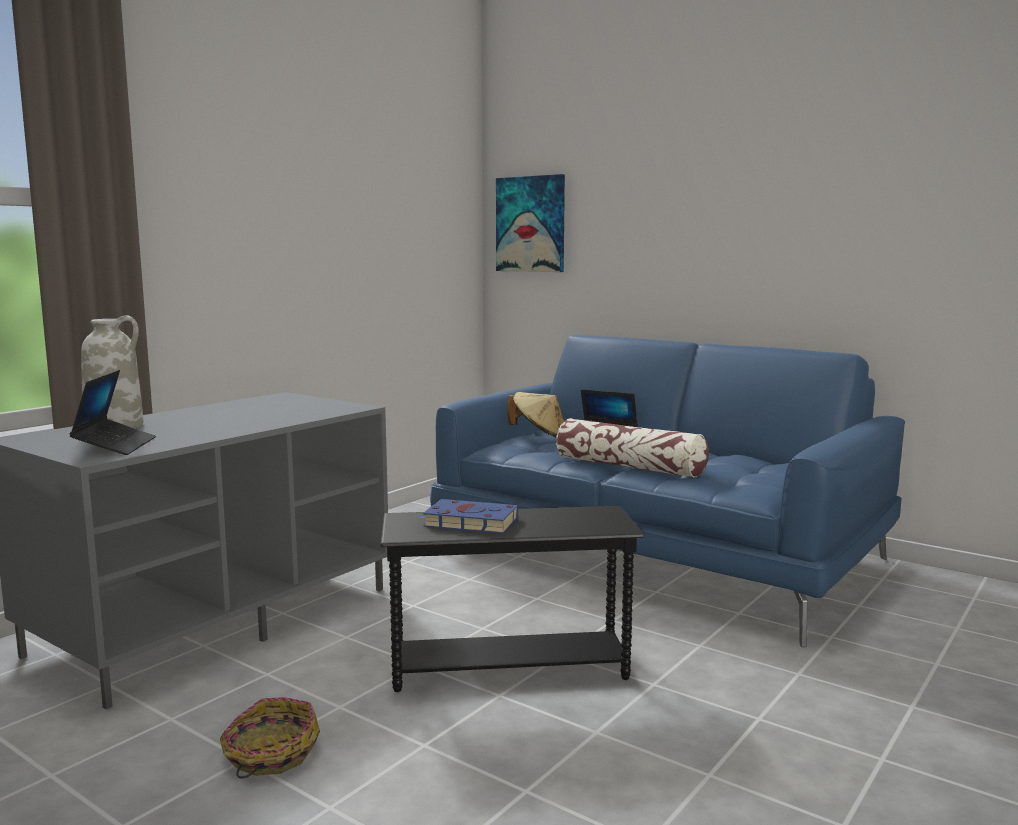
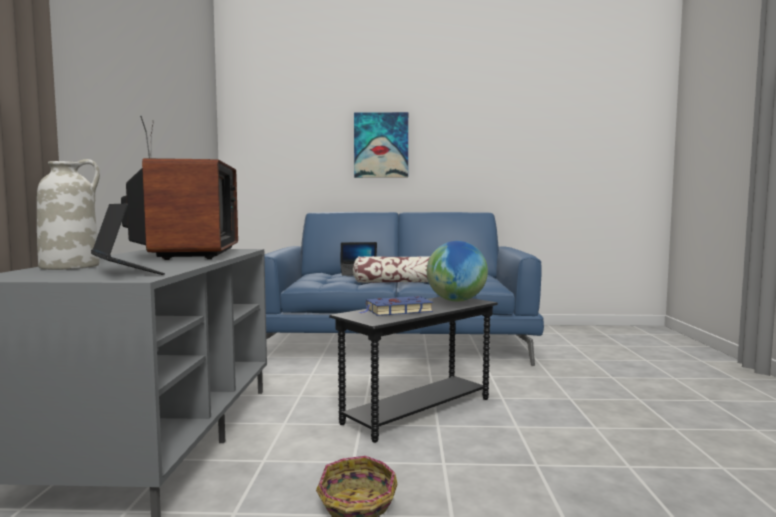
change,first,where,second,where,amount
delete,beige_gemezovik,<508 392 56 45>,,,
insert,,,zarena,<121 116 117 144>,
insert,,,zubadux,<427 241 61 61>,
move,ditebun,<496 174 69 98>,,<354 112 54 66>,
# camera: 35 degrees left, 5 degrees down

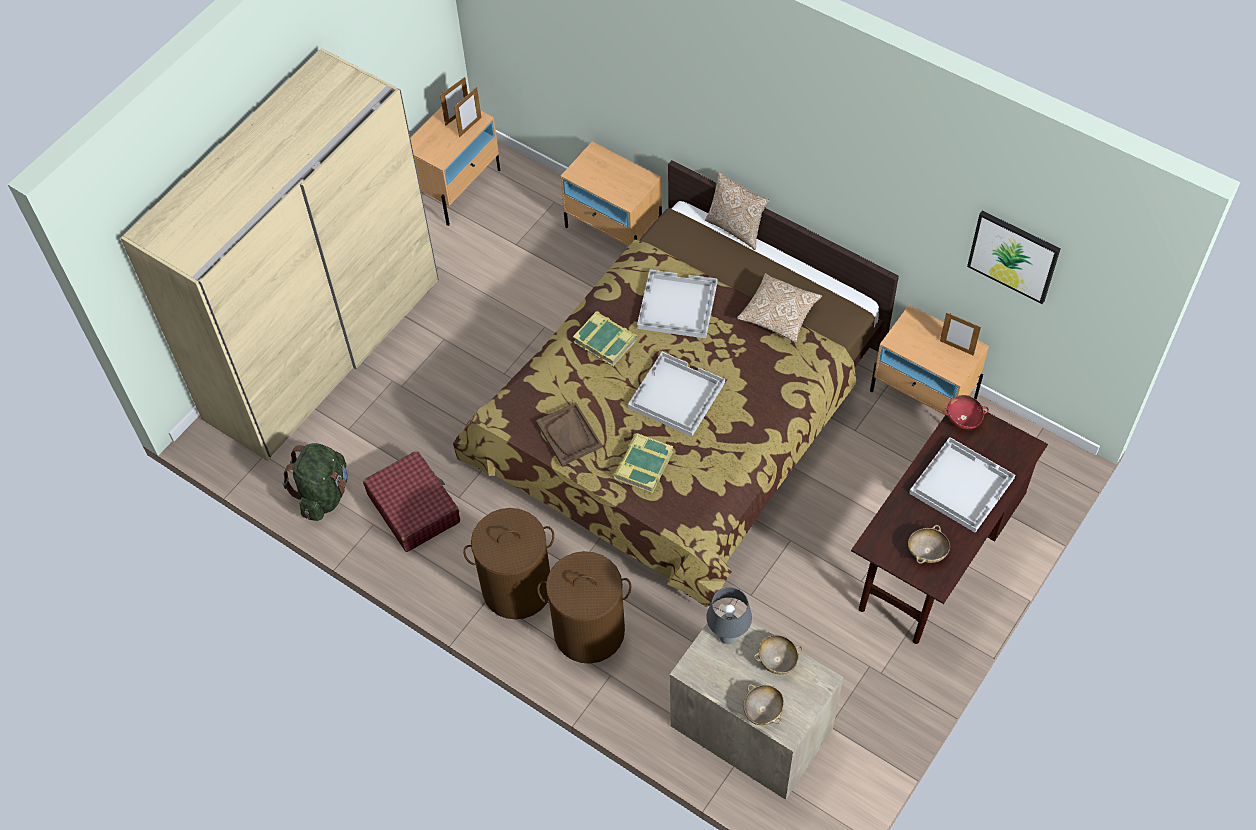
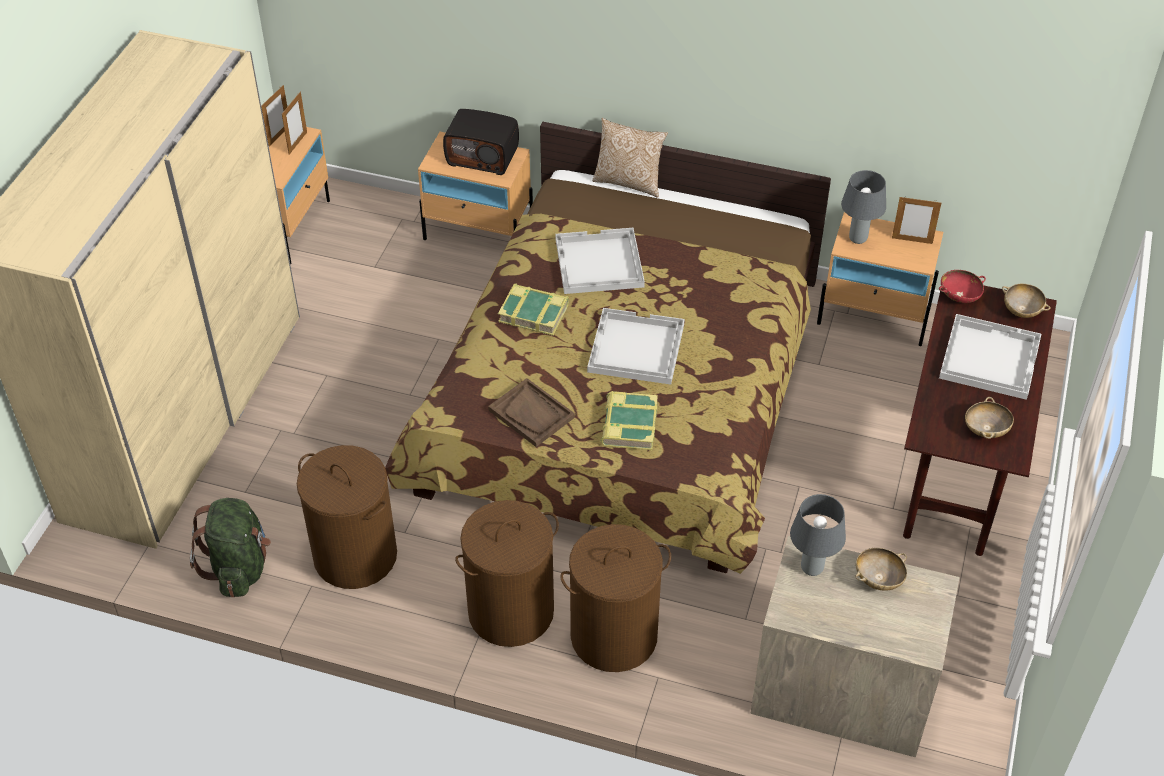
change,first,where,second,where,amount
delete,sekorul,<737 273 85 70>,,,
delete,ditebun,<967 211 93 93>,,,
insert,,,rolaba,<443 109 76 66>,
insert,,,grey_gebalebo,<841 170 45 74>,
move,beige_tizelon,<743 684 41 41>,,<1002 284 48 34>,
replace,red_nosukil,<363 451 97 101>,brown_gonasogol,<297 445 100 144>,
# camera: 20 degrees left, 10 degrees down

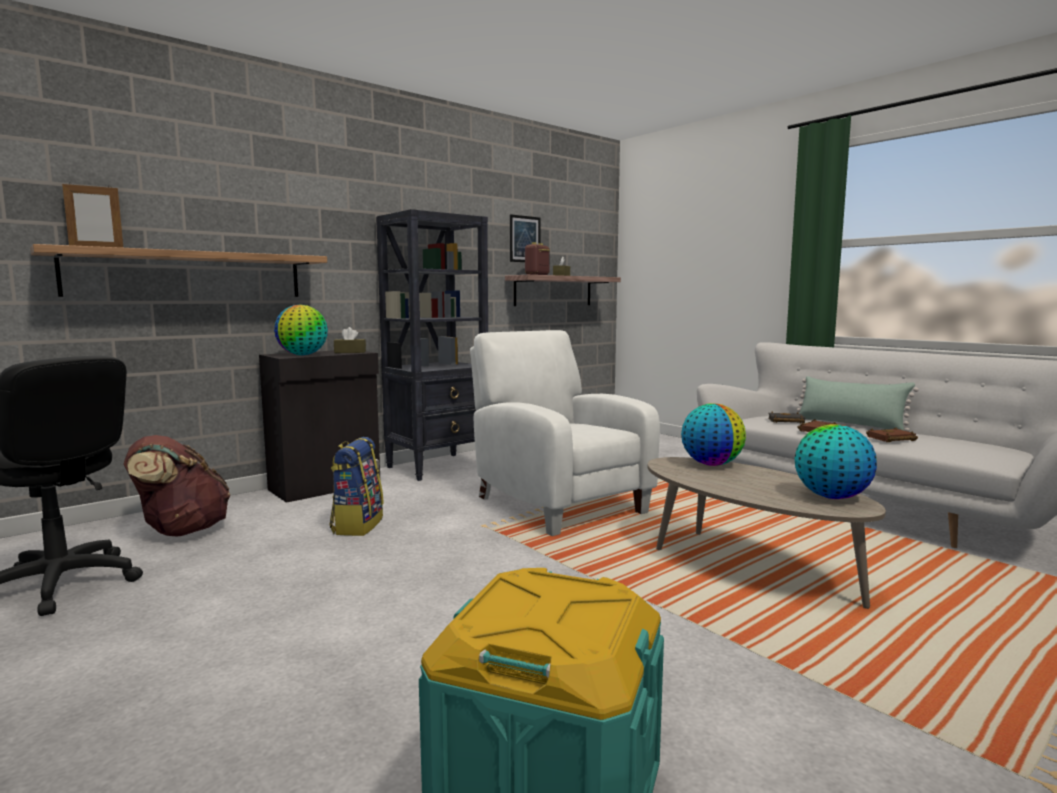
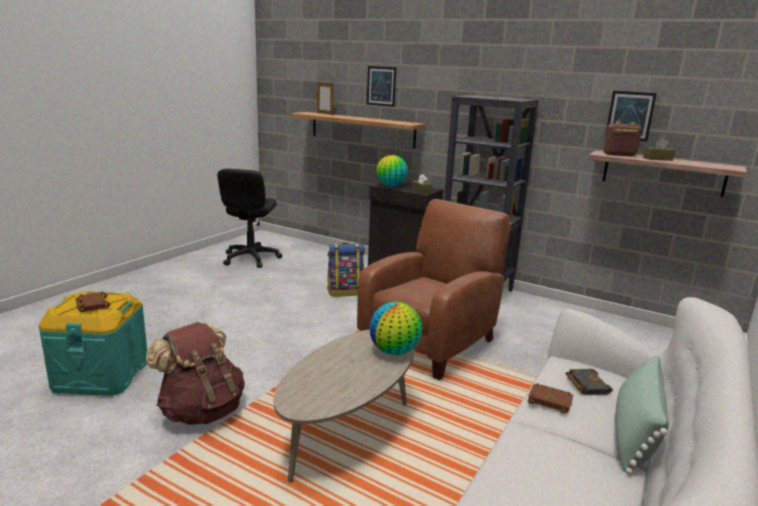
change,first,where,second,where,amount
delete,zubadux,<795 424 82 75>,,,
insert,,,ditebun,<367 66 30 41>,
move,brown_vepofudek,<123 435 107 101>,,<146 322 99 103>,
move,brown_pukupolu,<866 427 52 15>,,<76 292 35 20>,
recolor,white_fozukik,<470 330 190 206>,brown_fozukik,<357 199 154 181>,
# camera: 70 degrees right, 10 degrees up

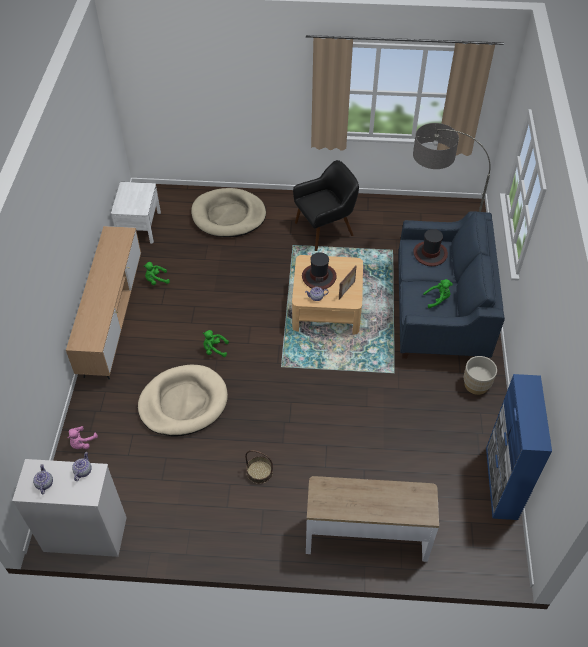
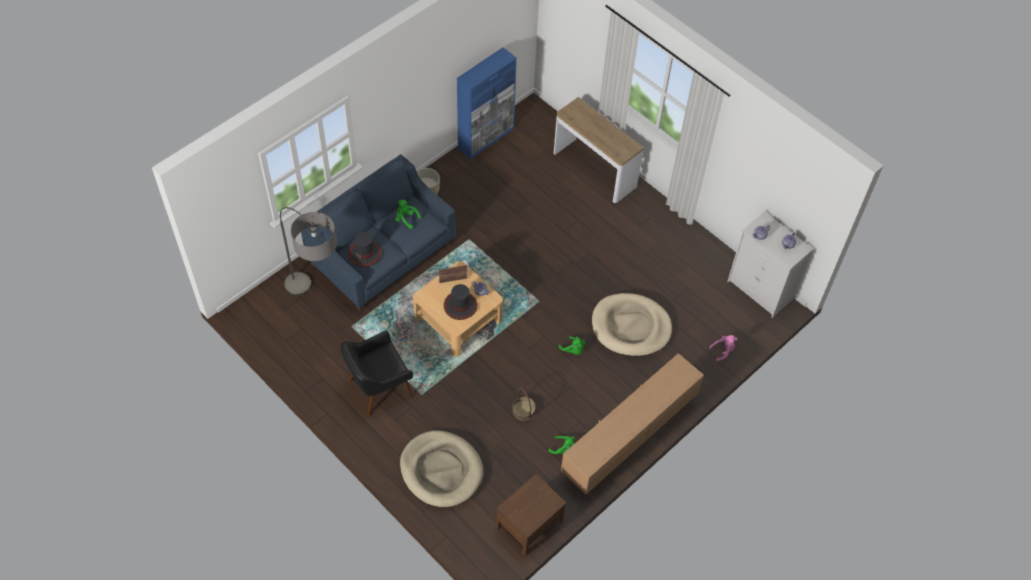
change,first,where,second,where,amount
move,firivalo,<245 450 28 34>,,<512 387 24 34>,
recolor,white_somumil,<111 182 50 62>,brown_somumil,<496 475 70 81>,
rotate,black_fozukik,<293 160 66 91>,,<340 331 73 85>,45 degrees counterclockwise
# camera: 140 degrees left, 5 degrees up

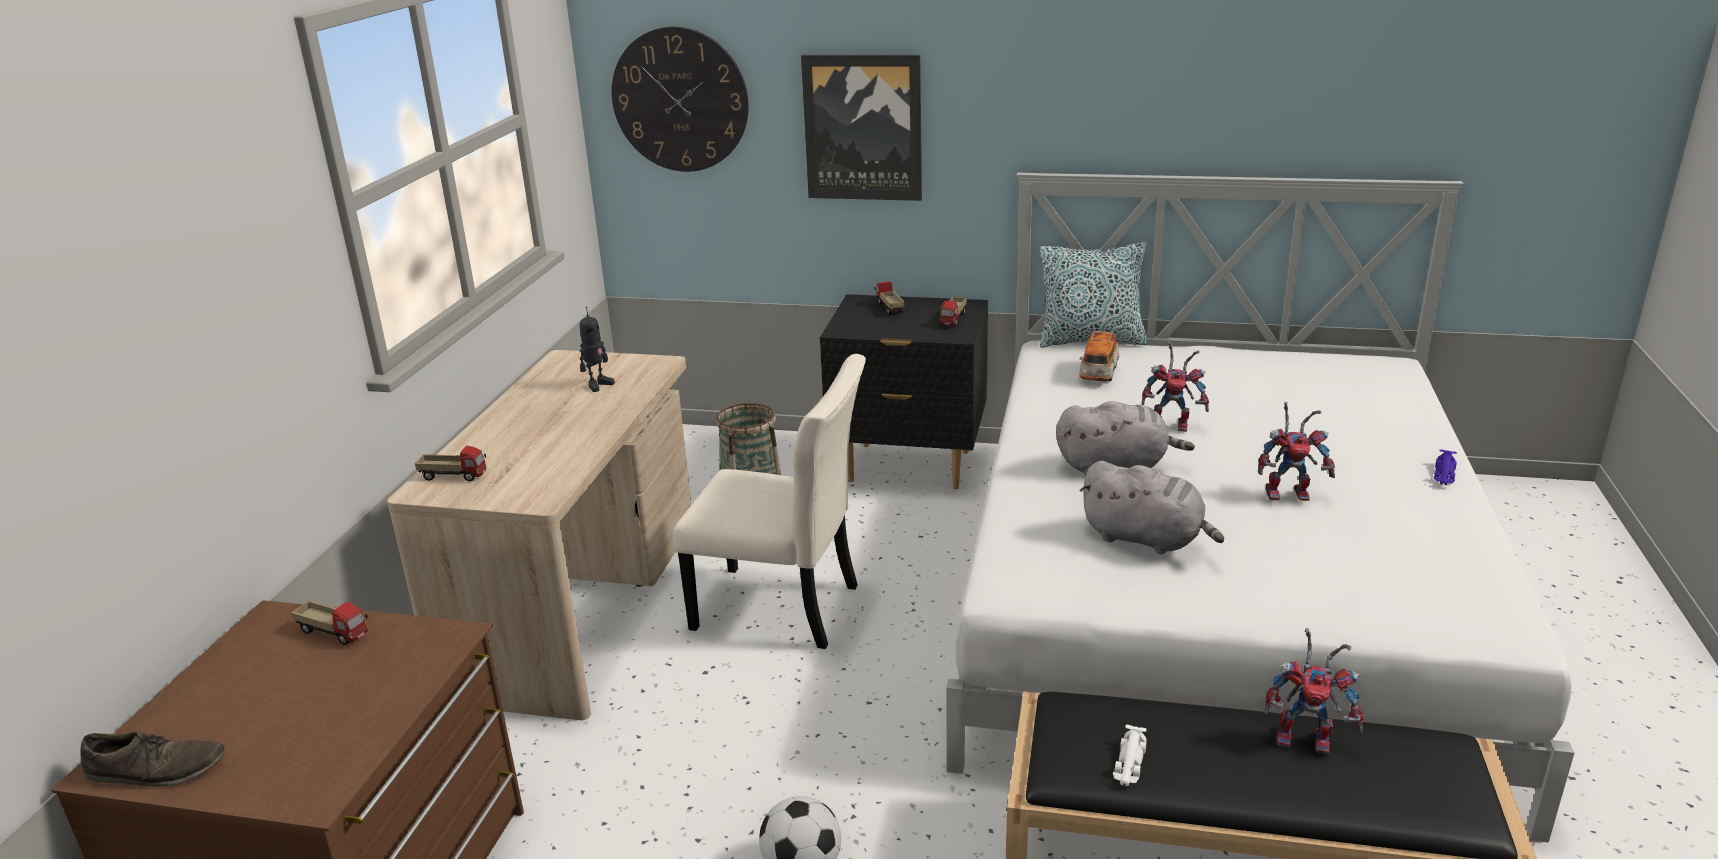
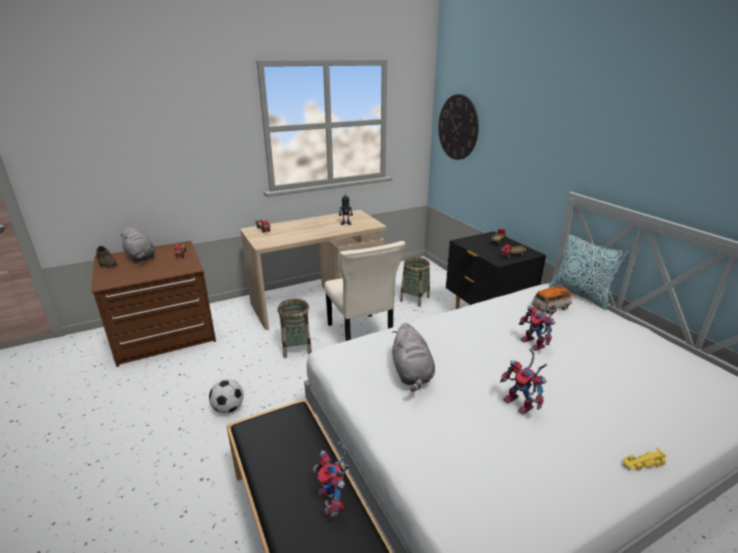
change,first,where,second,where,amount
delete,ditebun,<801 55 121 146>,,,
delete,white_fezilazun,<1113 725 34 61>,,,
insert,,,firivalo,<277 299 35 59>,
move,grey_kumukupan,<1056 401 139 74>,,<120 226 35 36>,
recolor,purple_fezilazun,<1434 449 23 36>,yellow_fezilazun,<623 447 45 23>,
# camera: 50 degrees right, 0 degrees up

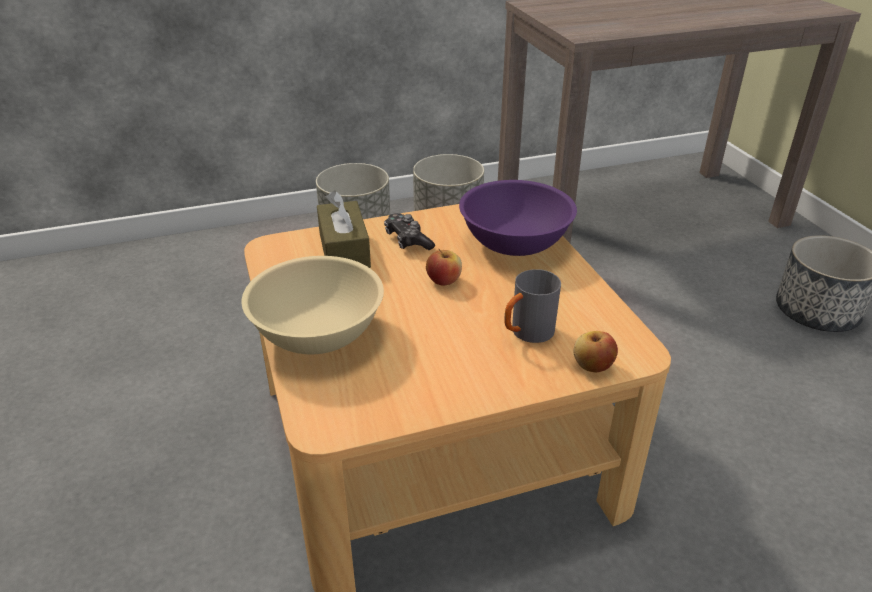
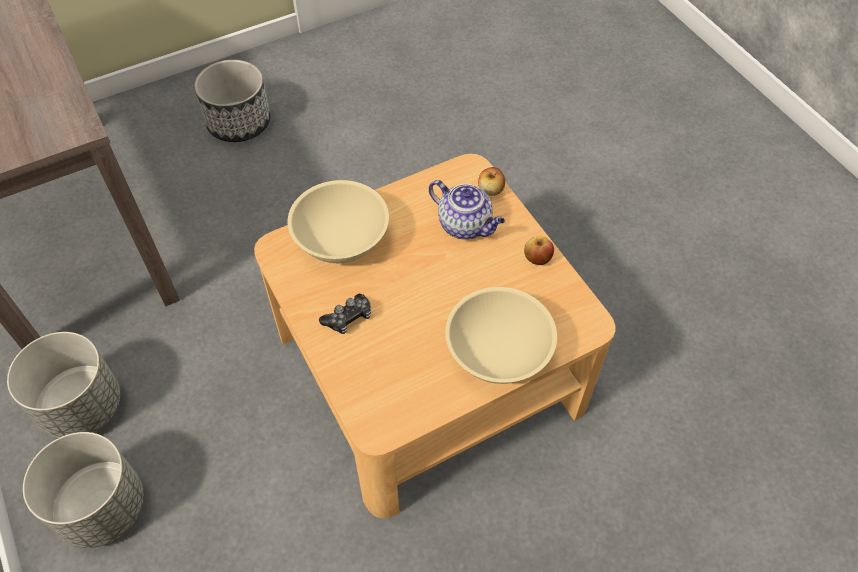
change,first,where,second,where,amount
delete,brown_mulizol,<317 190 54 78>,,,
move,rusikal,<426 249 36 37>,,<524 236 30 29>,
replace,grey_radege,<504 269 57 74>,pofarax,<429 180 76 60>,
recolor,purple_tizelon,<459 180 118 76>,beige_tizelon,<288 180 101 83>,
# camera: 100 degrees left, 20 degrees up

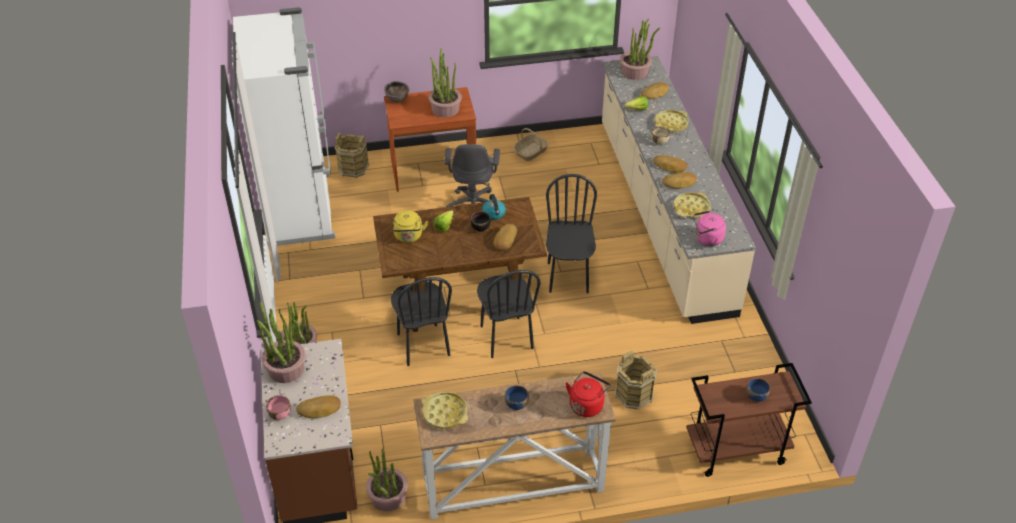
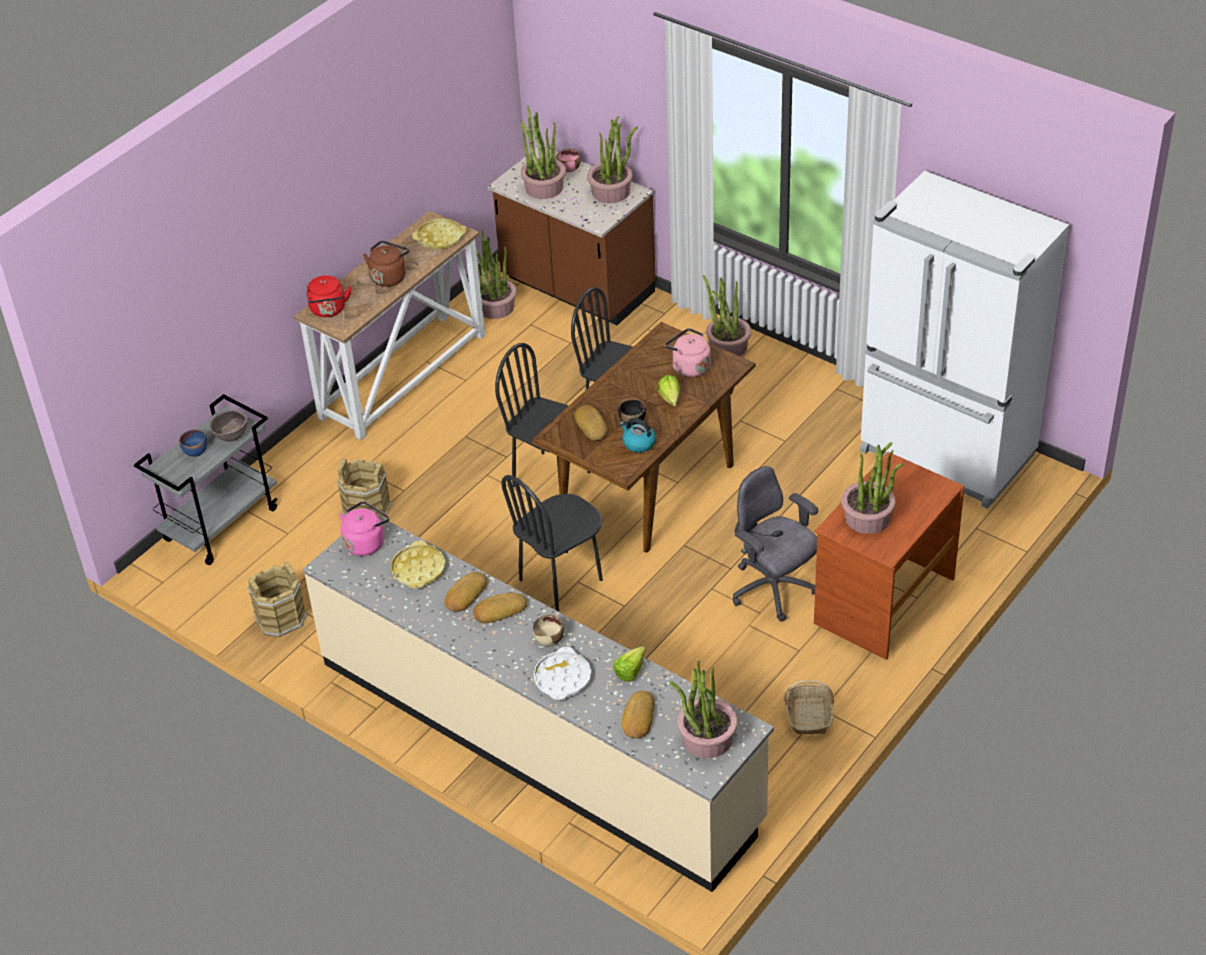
change,first,where,second,where,amount
move,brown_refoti,<335 133 34 45>,,<247 561 60 77>,
move,brown_tizelon,<384 81 25 21>,,<209 410 38 32>,
replace,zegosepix,<296 395 45 23>,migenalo,<520 106 46 93>,
replace,blue_tizelon,<505 385 24 25>,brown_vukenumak,<363 241 47 46>,
recolor,yellow_vukenumak,<393 210 35 33>,pink_vukenumak,<665 328 46 49>,
recolor,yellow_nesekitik,<655 110 33 22>,white_nesekitik,<533 647 58 53>,
recolor,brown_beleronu,<686 363 126 114>,grey_beleronu,<134 394 144 171>,
rotate,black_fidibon,<546 174 51 119>,,<501 475 102 137>,90 degrees clockwise
# camera: 140 degrees right, 0 degrees up

